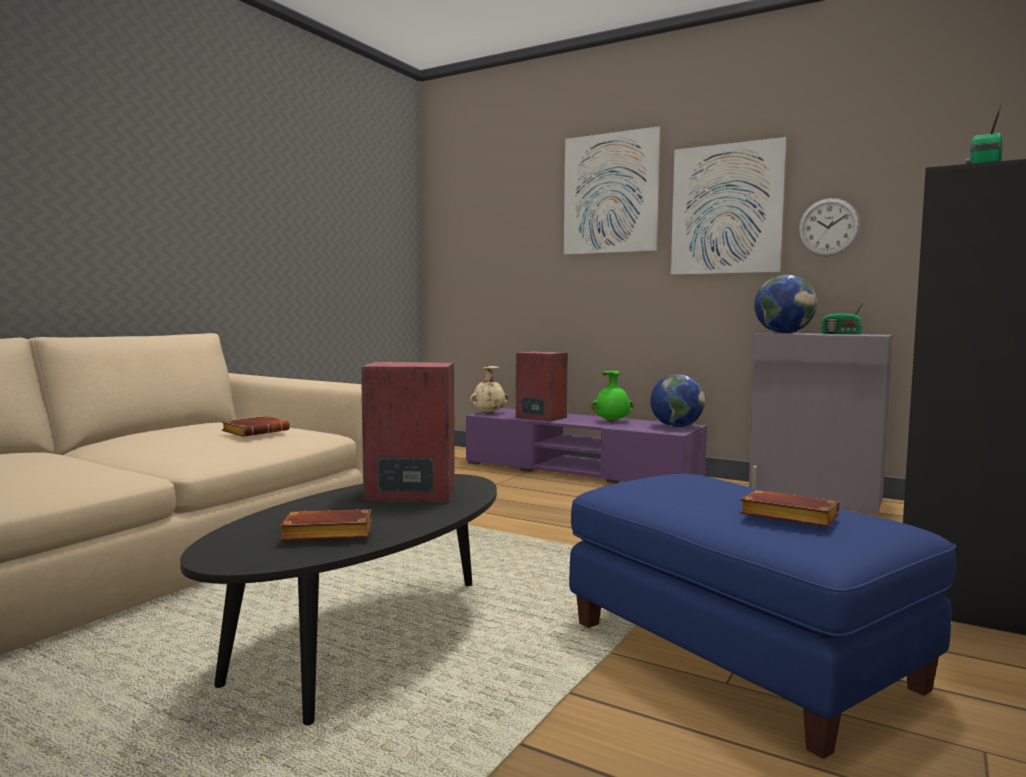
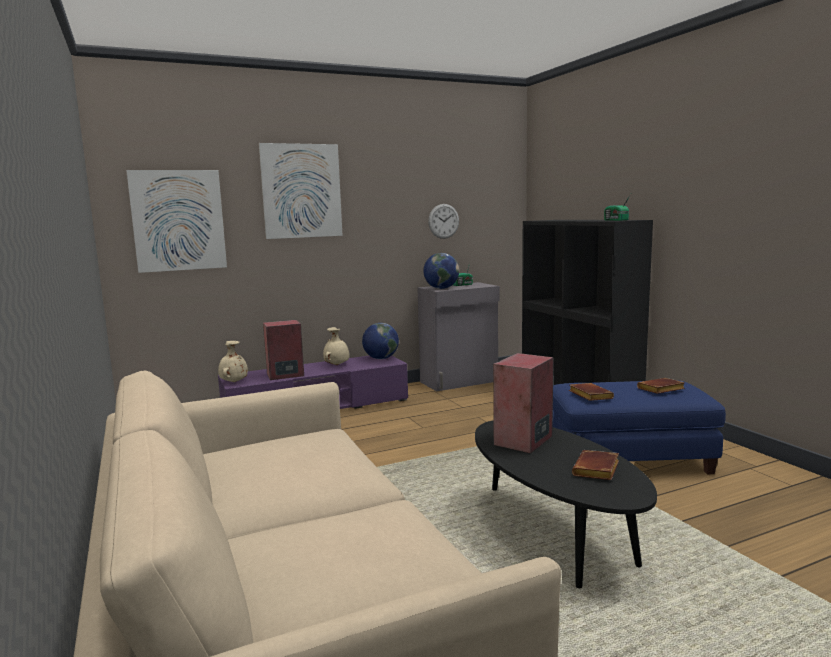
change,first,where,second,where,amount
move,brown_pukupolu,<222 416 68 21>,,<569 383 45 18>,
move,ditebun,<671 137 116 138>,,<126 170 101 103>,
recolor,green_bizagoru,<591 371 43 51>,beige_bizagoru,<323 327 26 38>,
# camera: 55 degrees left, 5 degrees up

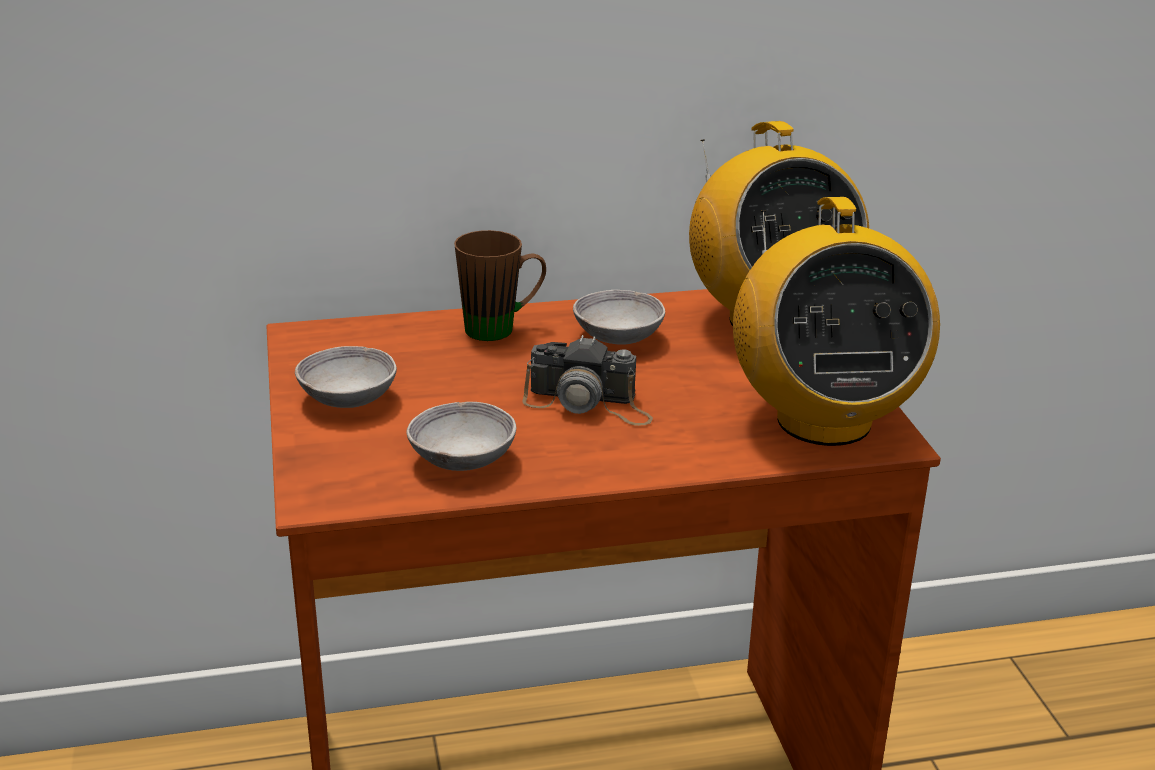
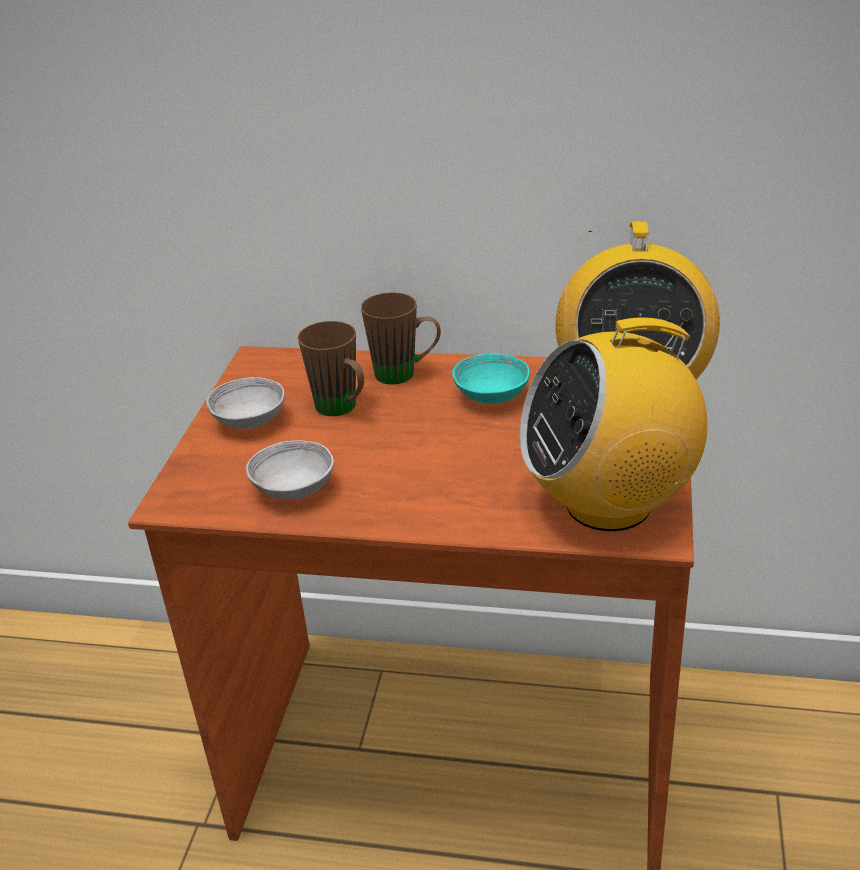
change,first,where,second,where,amount
delete,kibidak,<523 335 130 91>,,,
insert,,,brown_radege,<298 321 66 95>,
recolor,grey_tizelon,<573 290 92 55>,turquoise_tizelon,<452 353 78 51>,
rotate,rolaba,<733 197 207 249>,,<520 317 188 214>,60 degrees clockwise
# camera: 25 degrees right, 5 degrees up

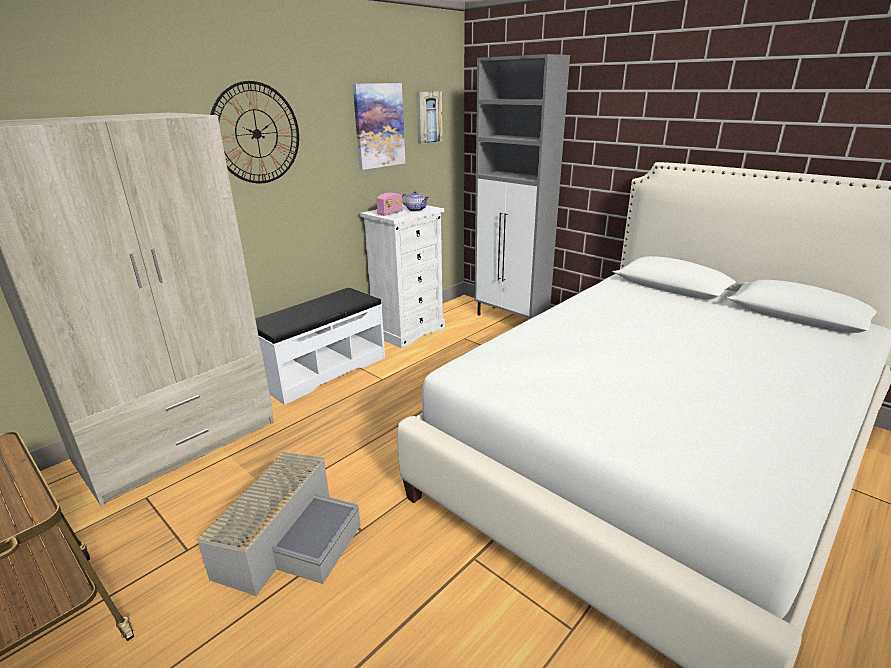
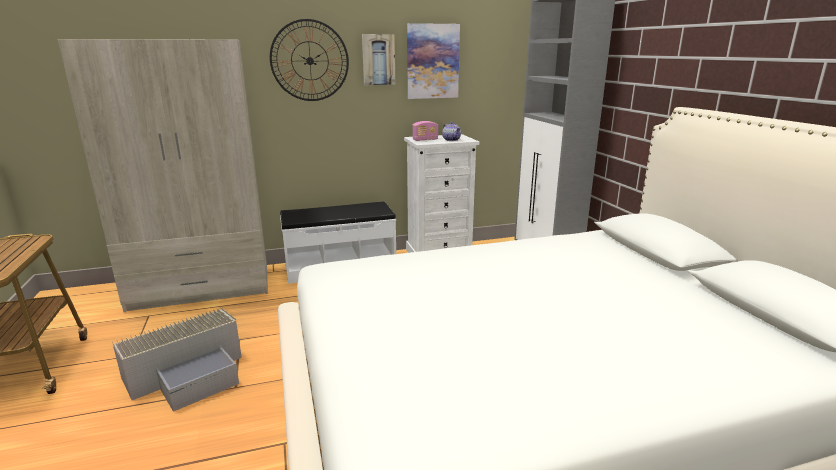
change,first,where,second,where,amount
move,ditebun,<416 91 27 53>,,<362 34 33 51>,
# camera: 30 degrees right, 5 degrees down

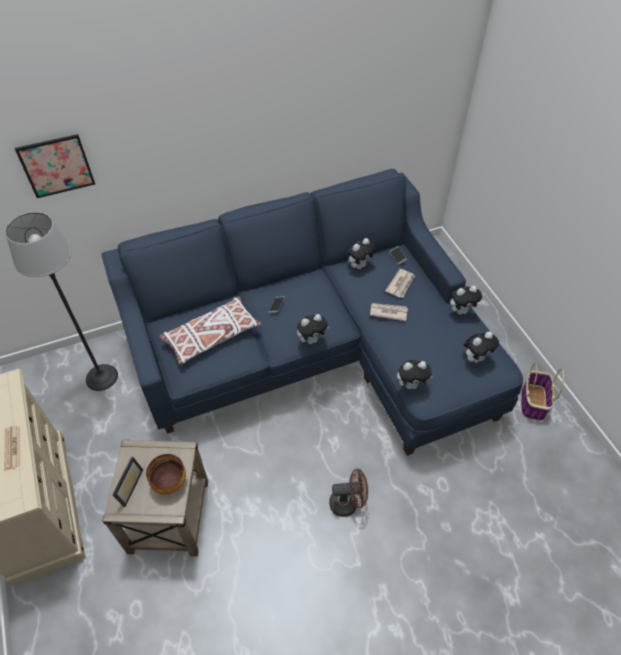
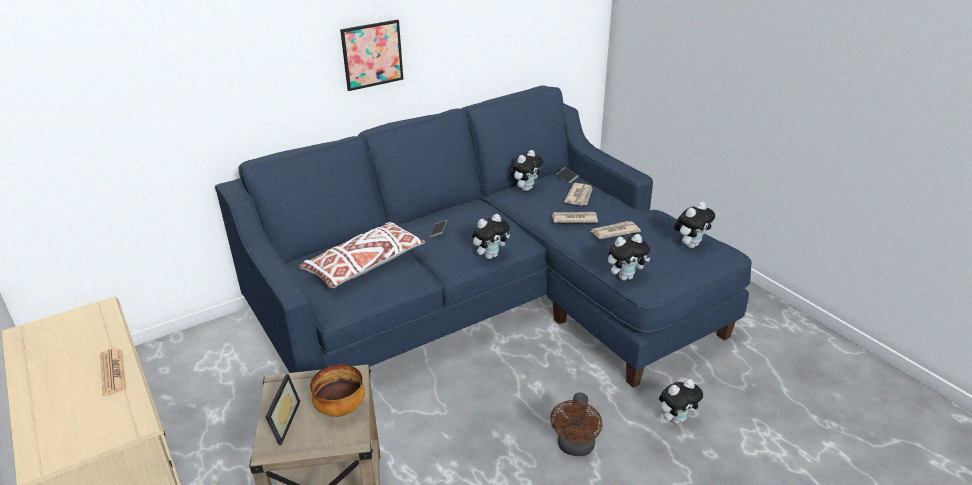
change,first,where,second,where,amount
delete,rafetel,<5 212 113 179>,,,
delete,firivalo,<521 363 43 58>,,,
insert,,,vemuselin,<591 221 50 18>,
move,ditebun,<15 134 80 64>,,<340 20 63 71>,
move,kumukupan,<450 286 32 29>,,<659 379 44 45>,
rotate,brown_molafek,<329 469 39 48>,,<550 392 52 64>,120 degrees clockwise
# camera: 10 degrees left, 20 degrees down

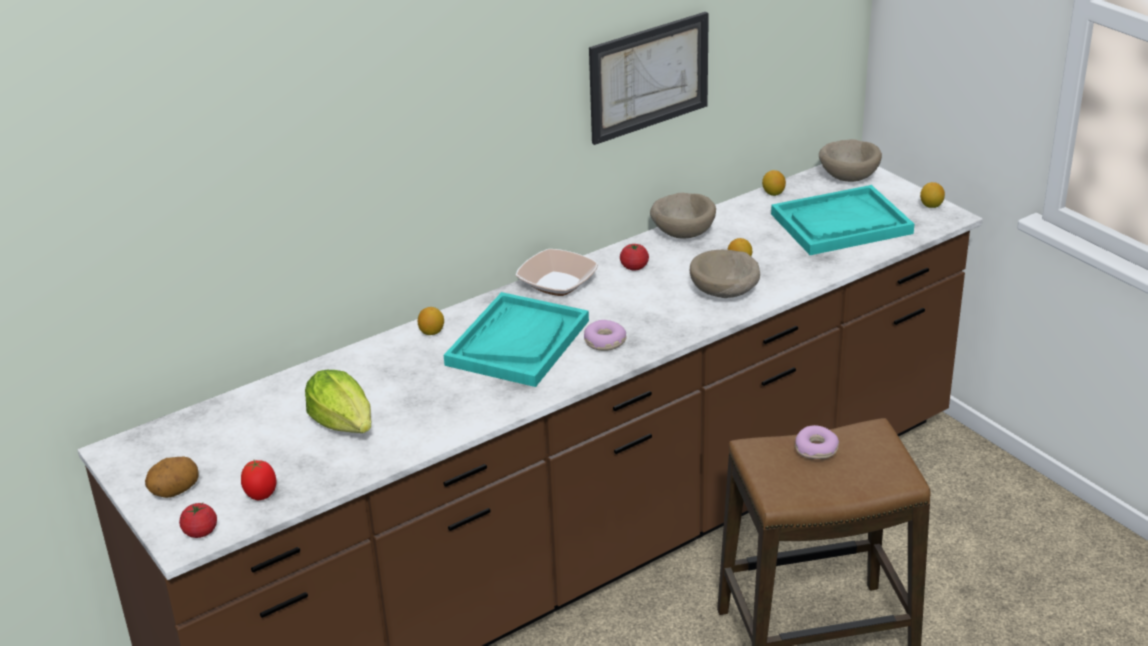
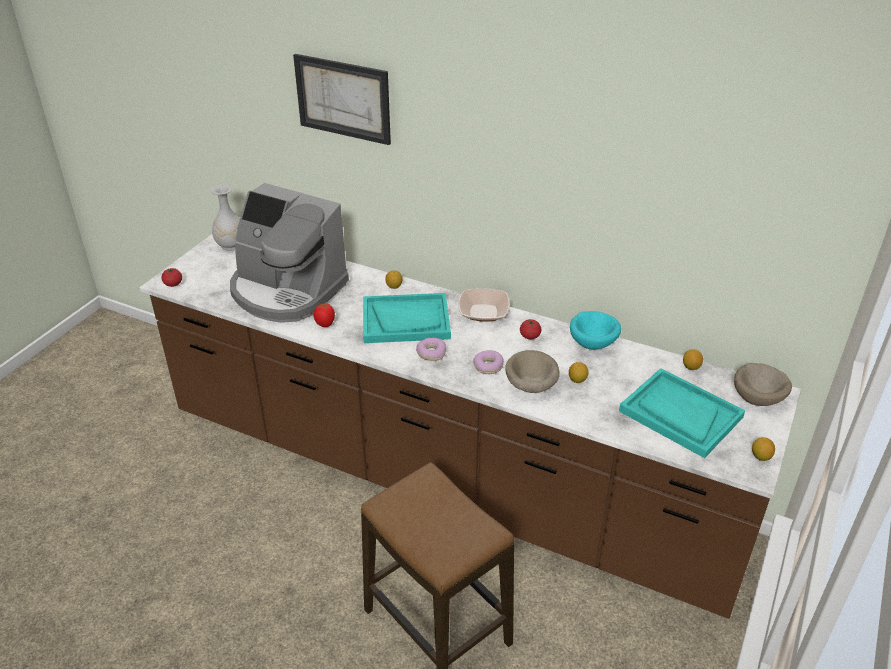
change,first,where,second,where,amount
delete,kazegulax,<145 457 54 41>,,,
insert,,,white_bizagoru,<211 184 29 67>,
move,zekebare,<241 460 36 40>,,<313 303 22 24>,
move,ditebun,<589 12 120 133>,,<293 54 98 91>,
move,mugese,<795 425 44 34>,,<473 350 31 24>,
replace,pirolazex,<305 370 66 63>,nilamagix,<230 183 119 140>,
recolor,beige_tizelon,<650 193 66 46>,turquoise_tizelon,<570 311 51 38>,
# camera: 60 degrees right, 5 degrees up

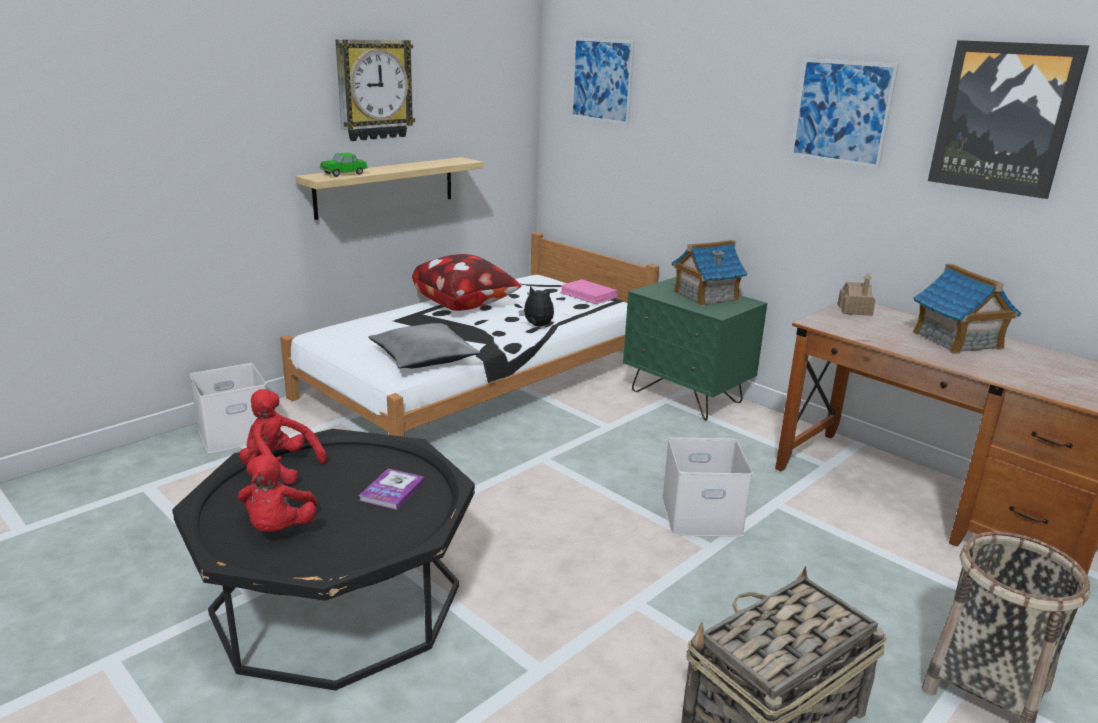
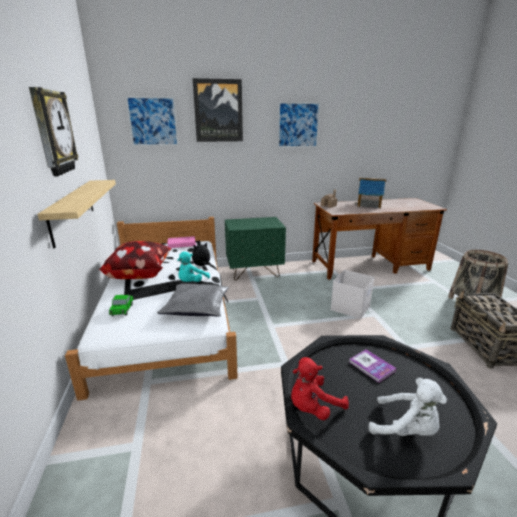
change,first,where,second,where,amount
delete,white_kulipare,<190 363 76 90>,,,
delete,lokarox,<672 240 75 66>,,,
insert,,,turquoise_kumukupan,<178 251 32 31>,
move,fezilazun,<320 153 48 24>,,<109 295 24 21>,
move,ditebun,<928 40 162 159>,,<193 78 50 64>,
recolor,red_kumukupan,<238 454 80 78>,white_kumukupan,<368 378 79 58>,
# camera: 55 degrees left, 0 degrees up

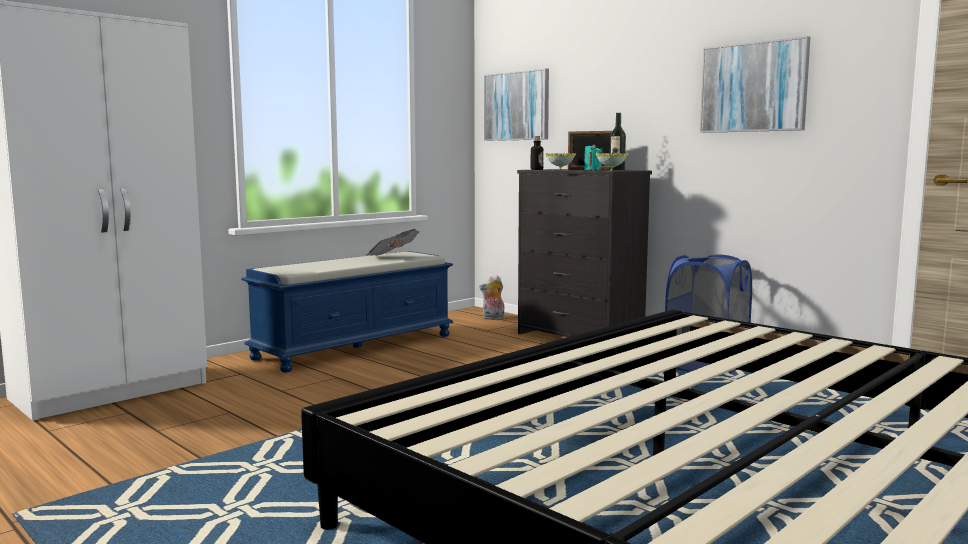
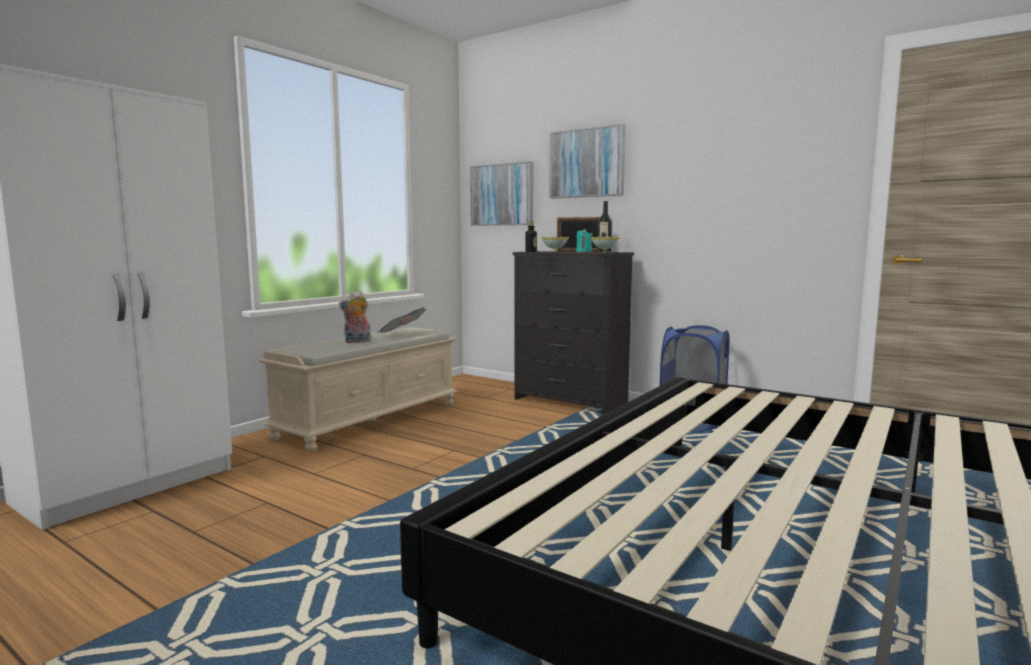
change,first,where,second,where,amount
move,kumukupan,<479 275 26 45>,,<339 291 32 52>,
move,ditebun,<700 36 110 97>,,<549 124 77 74>,
recolor,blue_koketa,<241 251 212 121>,beige_koketa,<259 327 198 125>,
# camera: 10 degrees left, 0 degrees up

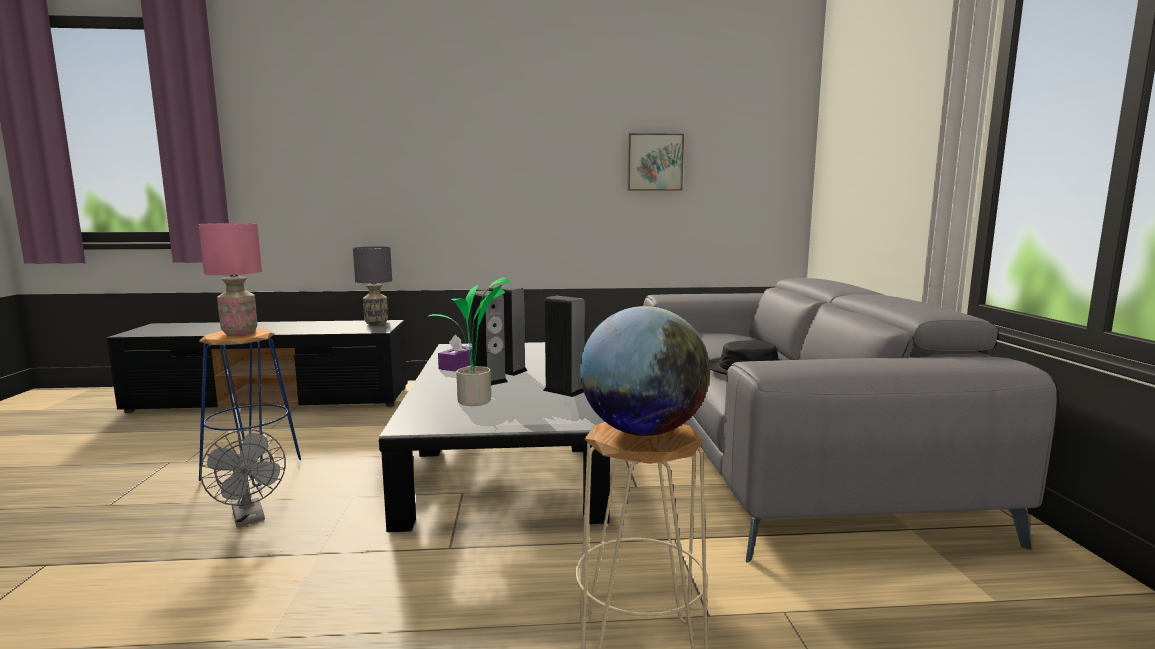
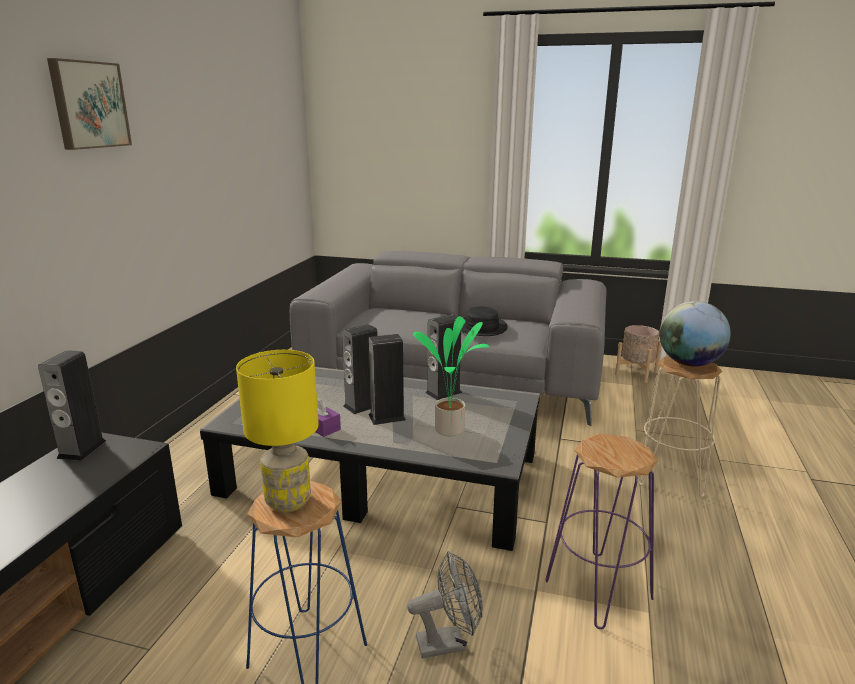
change,first,where,second,where,amount
insert,,,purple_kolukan,<545 434 113 195>,
insert,,,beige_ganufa,<615 325 46 58>,
move,ditebun,<627 133 57 58>,,<47 58 85 92>,
replace,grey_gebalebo,<353 246 39 79>,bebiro,<38 350 68 111>,
recolor,pink_gebalebo,<199 223 63 112>,yellow_gebalebo,<236 350 83 162>,
# camera: 70 degrees left, 10 degrees up

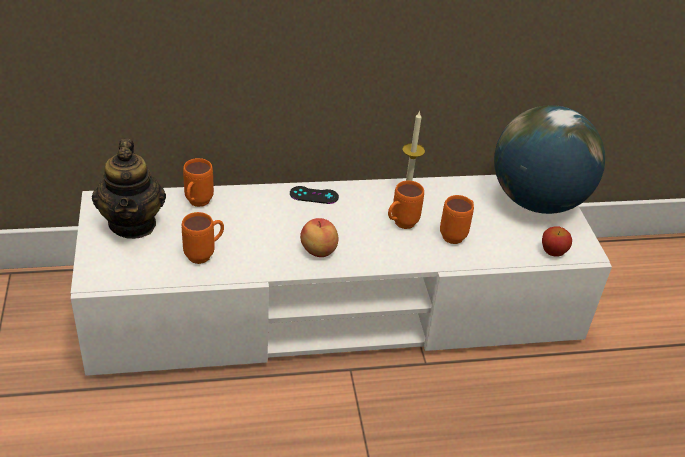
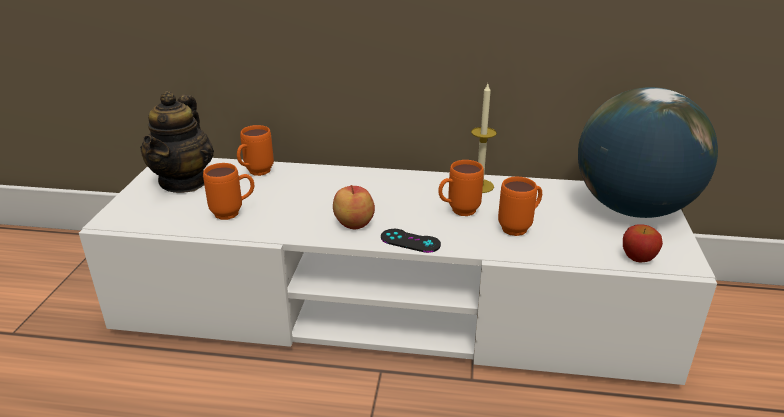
change,first,where,second,where,amount
move,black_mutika,<290 186 49 18>,,<381 229 60 24>,
# camera: 20 degrees right, 10 degrees down

